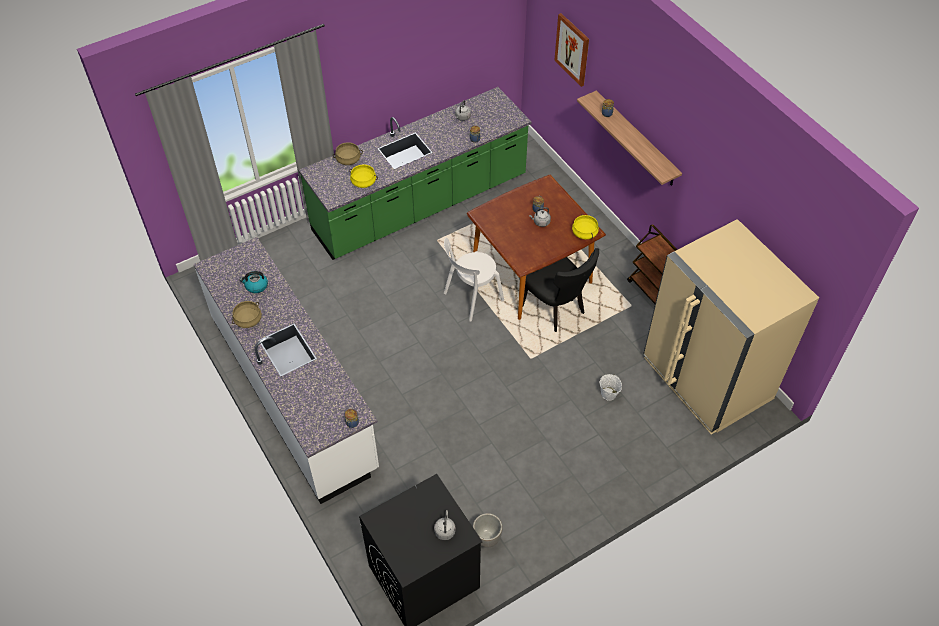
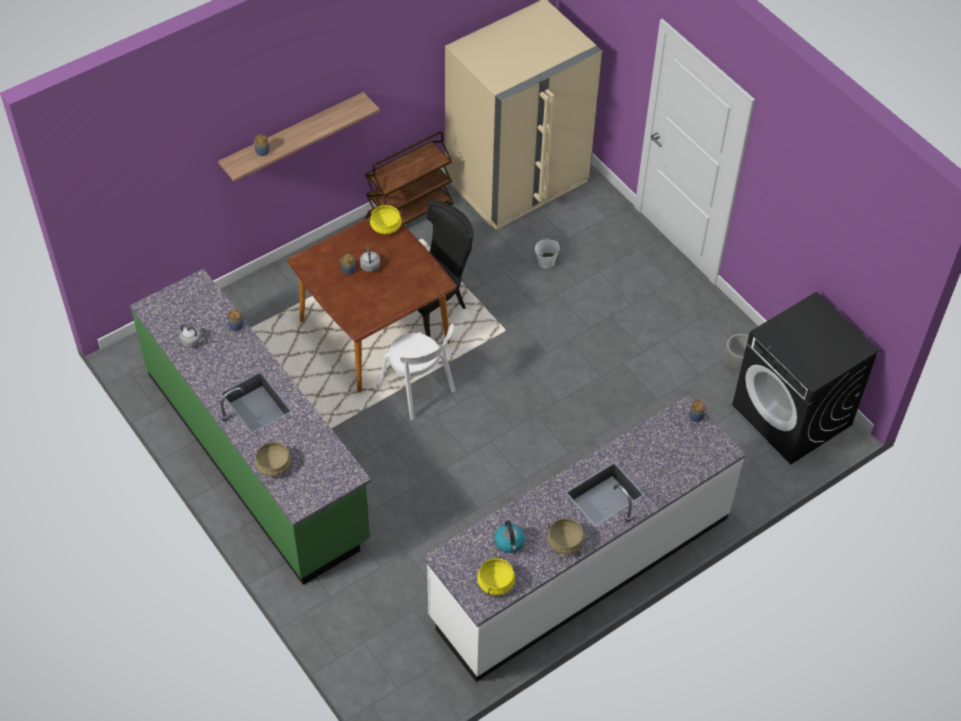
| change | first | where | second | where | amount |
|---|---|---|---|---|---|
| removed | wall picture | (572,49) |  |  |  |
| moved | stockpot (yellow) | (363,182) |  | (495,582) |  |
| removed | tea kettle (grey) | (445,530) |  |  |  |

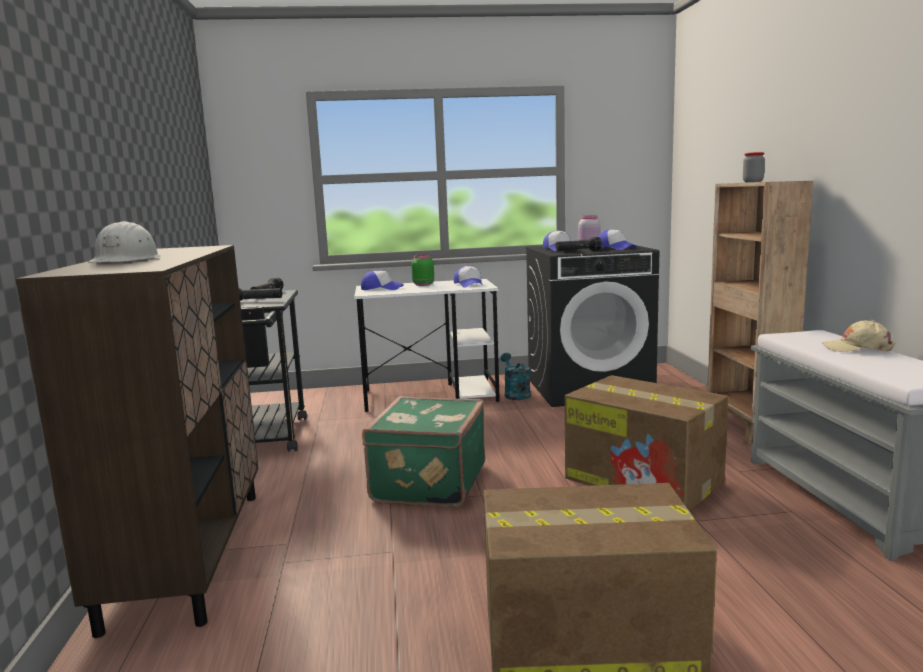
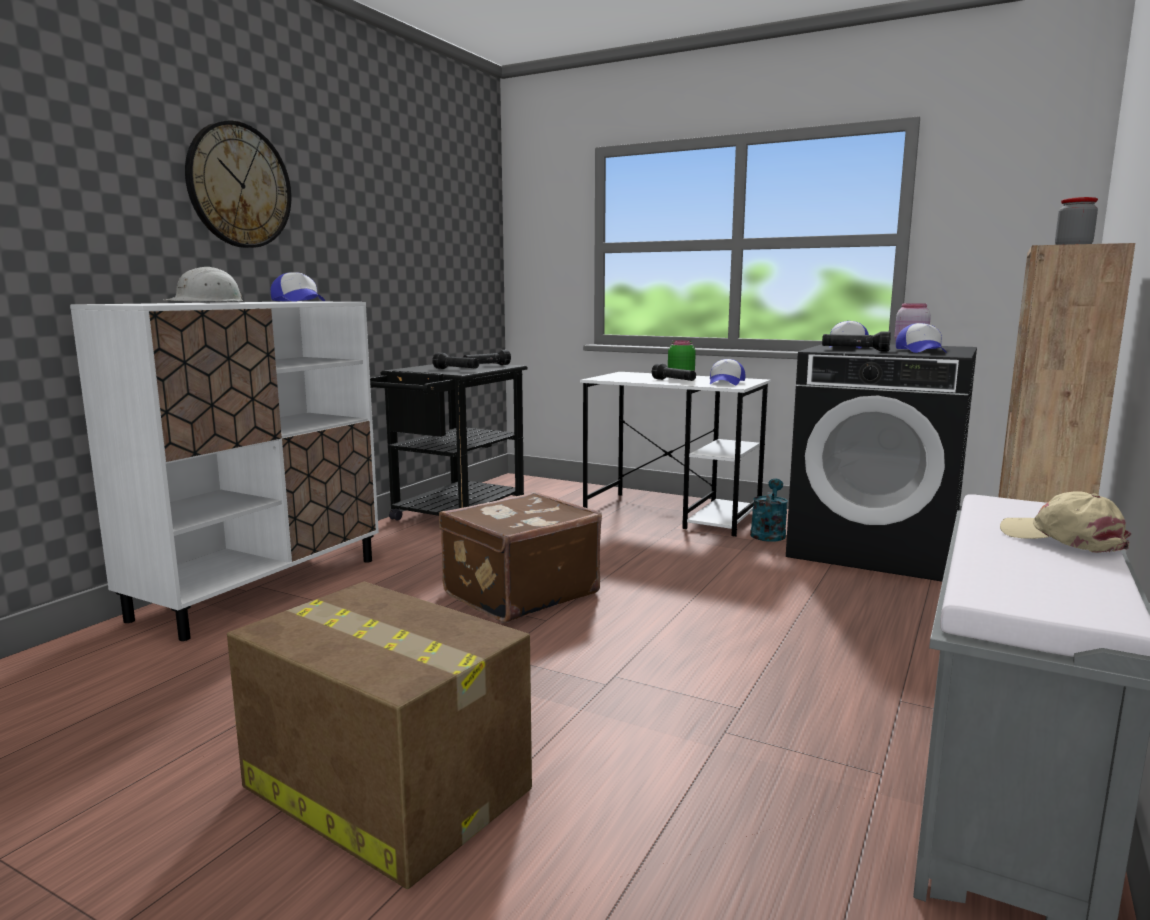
| change | first | where | second | where | amount |
|---|---|---|---|---|---|
| recoloured | cupboard (brown) | (189,554) | cupboard (whitish) | (261,587) |  |
| moved | peaked cap | (381,289) |  | (299,301) |  |
| removed | cardboard box | (645,480) |  |  |  |
| recoloured | piece of luggage (green-coloured) | (427,483) | piece of luggage (brown) | (518,593) |  |
| added |  |  | clock on the wall | (239,185) |  |
| added |  |  | torch (black-coloured) | (674,381) |  |

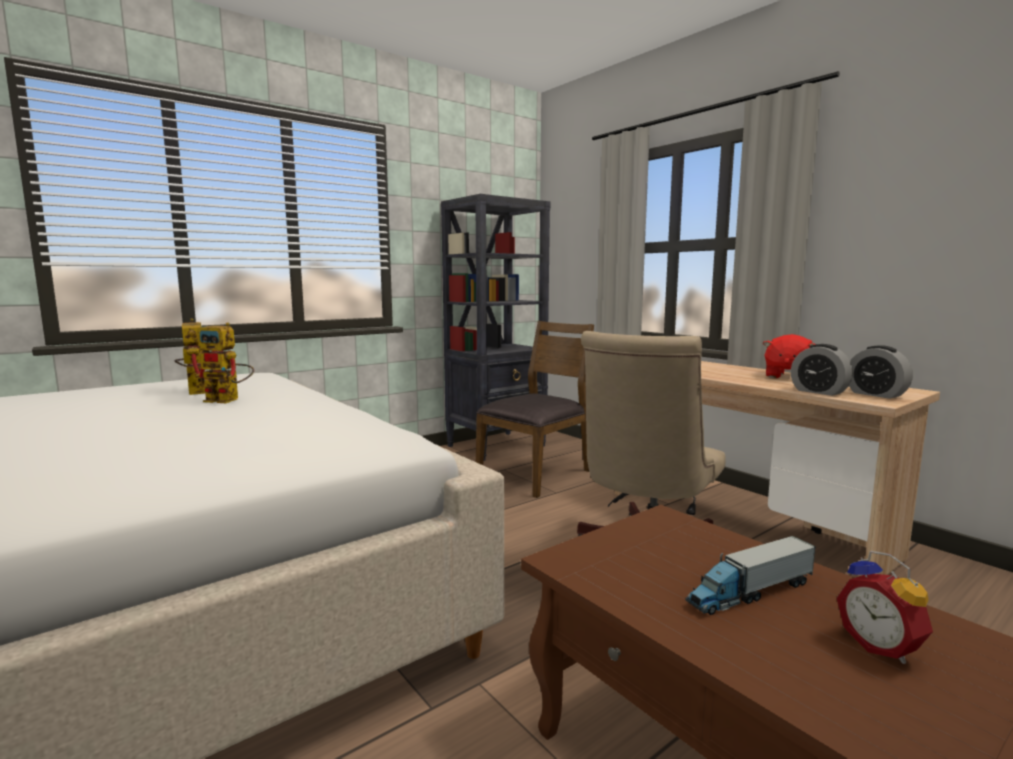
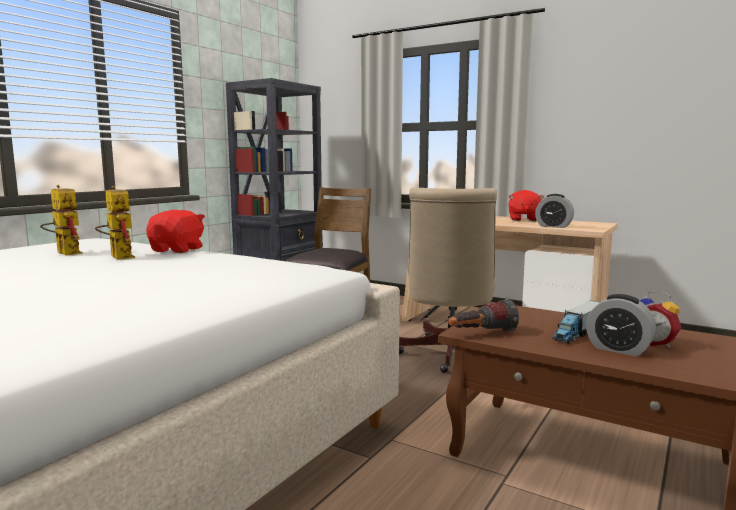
| change | first | where | second | where | amount |
|---|---|---|---|---|---|
| turned | toy robot | (229,400) |  | (118,256) | 120 degrees counterclockwise |
| moved | table clock | (876,394) |  | (618,349) |  |
| added |  |  | soft toy (red) | (178,250) |  |
| added |  |  | torch | (481,334) |  |

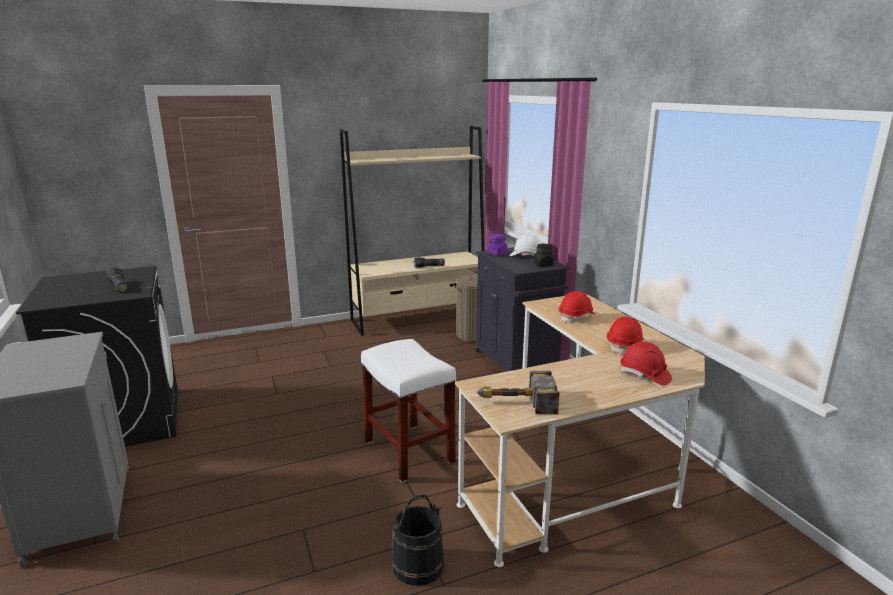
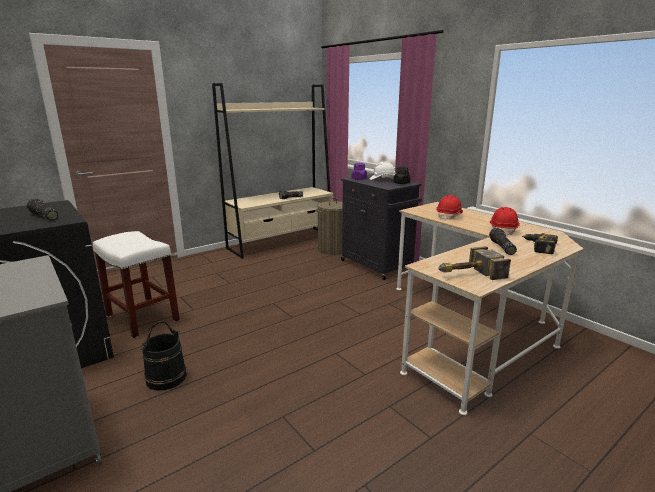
| change | first | where | second | where | amount |
|---|---|---|---|---|---|
| moved | sitting stool (whitish) | (408,451) |  | (141,318) |  |
| replaced | safety helmet (red) | (644,375) | power drill | (538,247) |  |
| moved | bucket (black-coloured) | (418,565) |  | (166,378) |  |
| added |  |  | torch | (501,247) |  |

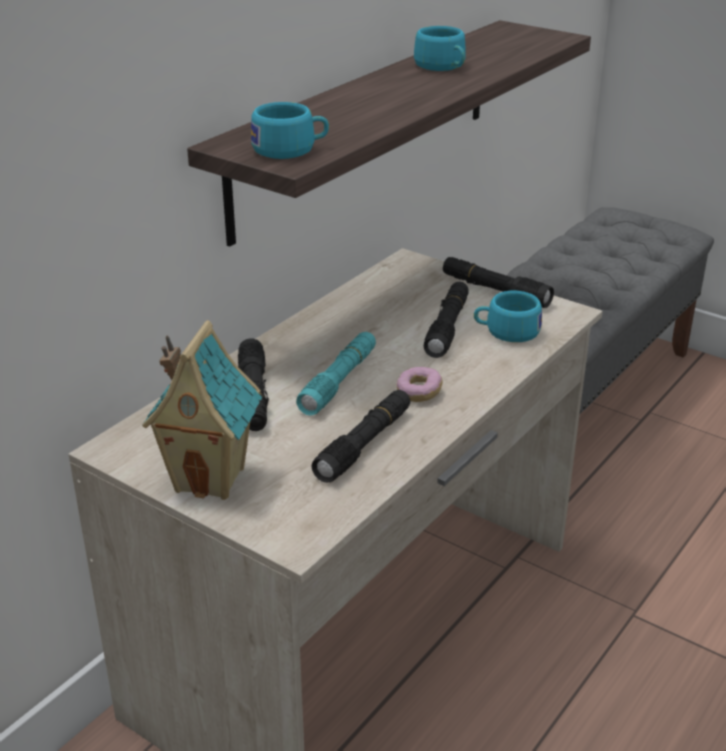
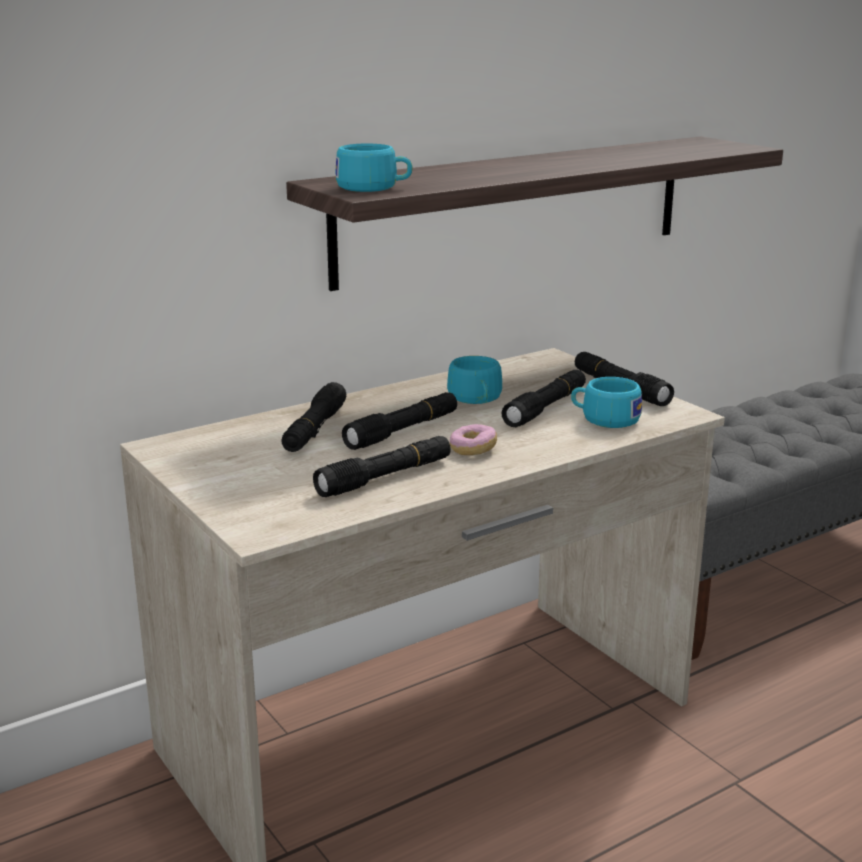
| change | first | where | second | where | amount |
|---|---|---|---|---|---|
| moved | cup (turquoise) | (443,67) |  | (476,399) |  |
| removed | toy house | (211,478) |  |  |  |
| recoloured | torch (turquoise) | (339,382) | torch (black-coloured) | (402,431) |  |

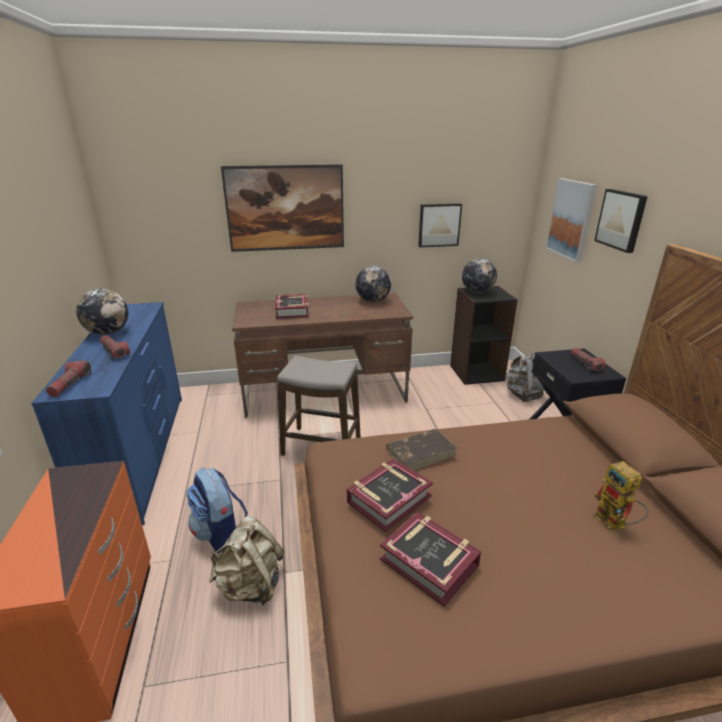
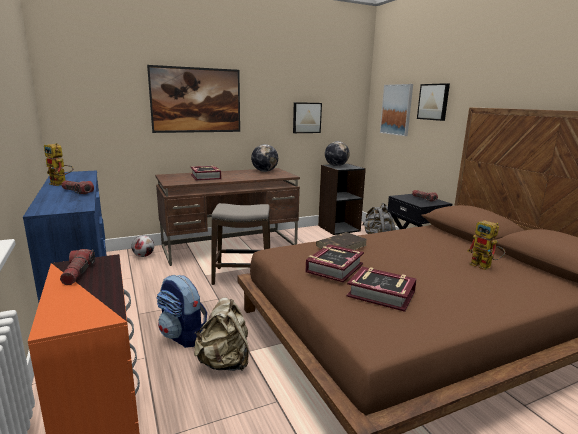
| change | first | where | second | where | amount |
|---|---|---|---|---|---|
| replaced | globe | (108,333) | toy robot | (61,184) |  |
| moved | torch | (70,384) |  | (78,273) |  |
| added |  |  | football | (144,256) |  |

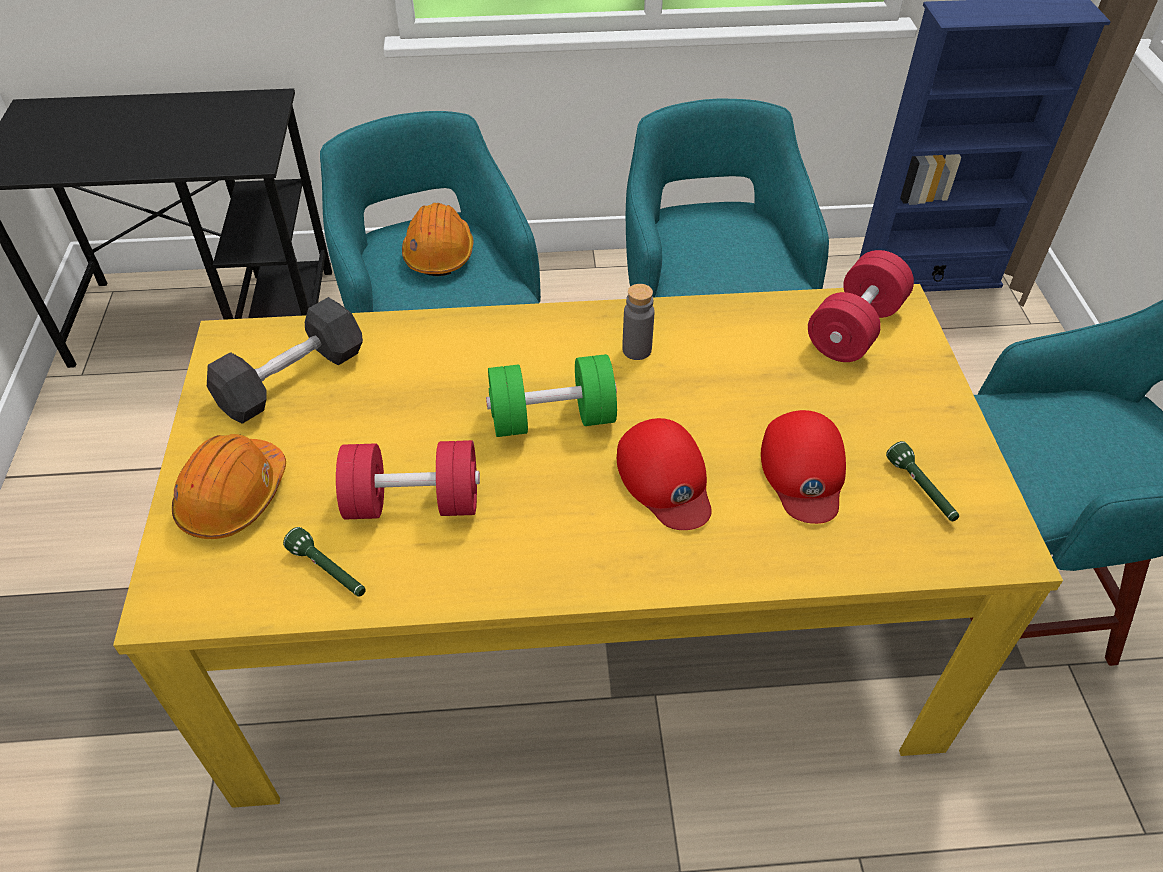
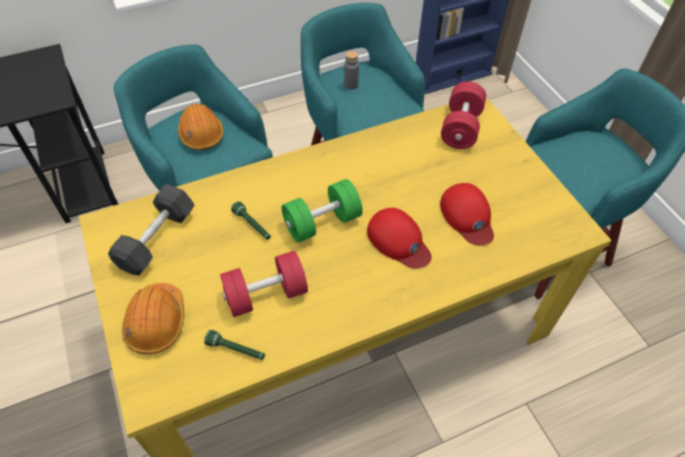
| change | first | where | second | where | amount |
|---|---|---|---|---|---|
| moved | bottle (grey) | (637,350) |  | (351,85) |  |
| moved | torch (green-coloured) | (921,490) |  | (252,225) |  |

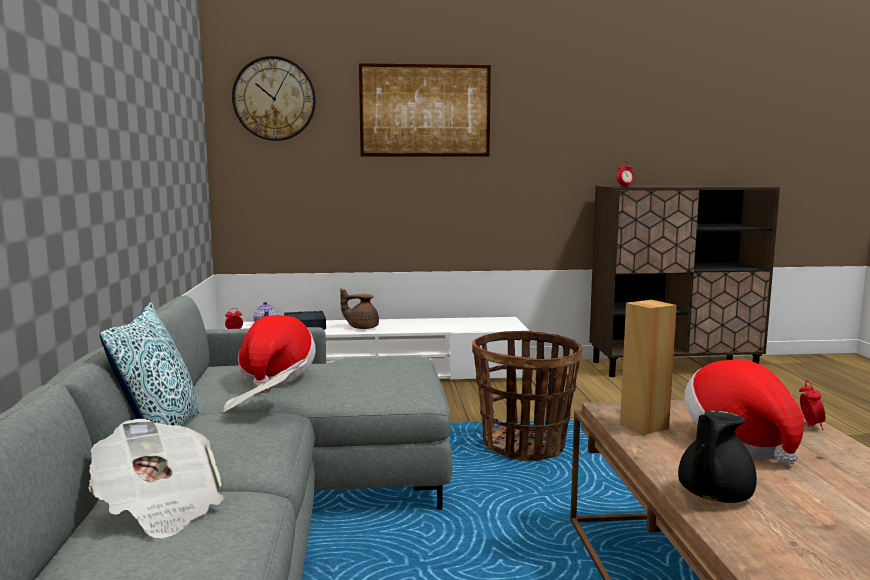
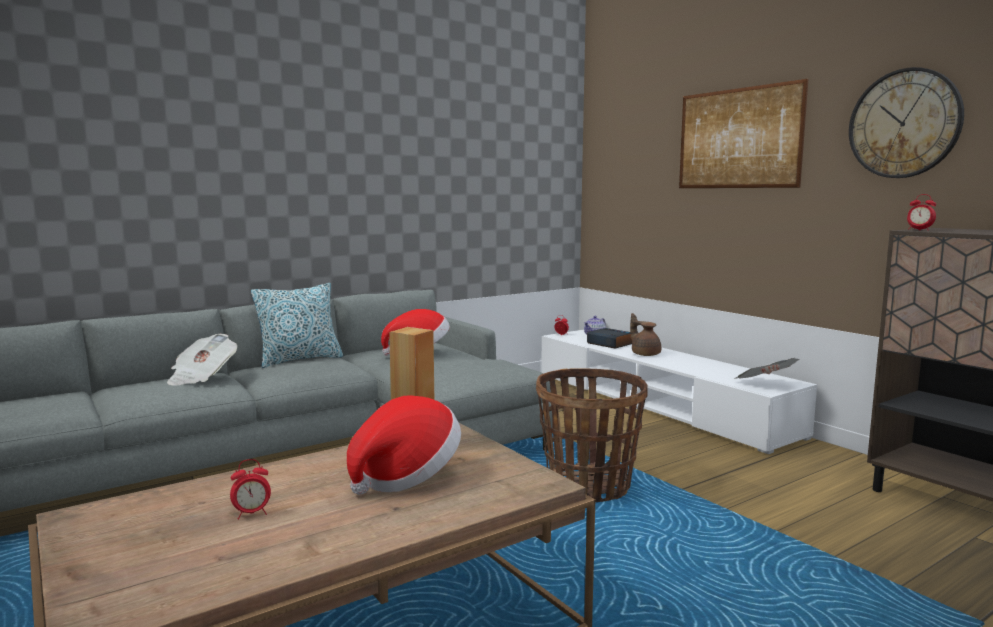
| change | first | where | second | where | amount |
|---|---|---|---|---|---|
| moved | clock on the wall | (274,99) |  | (904,124) |  |
| moved | printed paper | (263,409) |  | (764,384) |  |
| moved | table clock | (810,426) |  | (252,514) |  |
| removed | tea pot (black-coloured) | (712,494) |  |  |  |

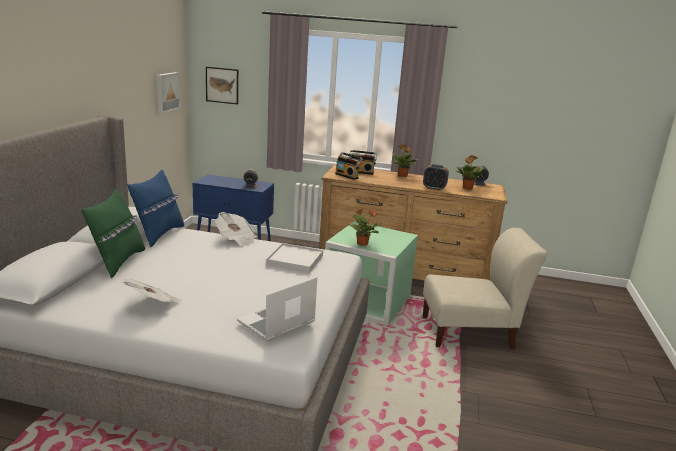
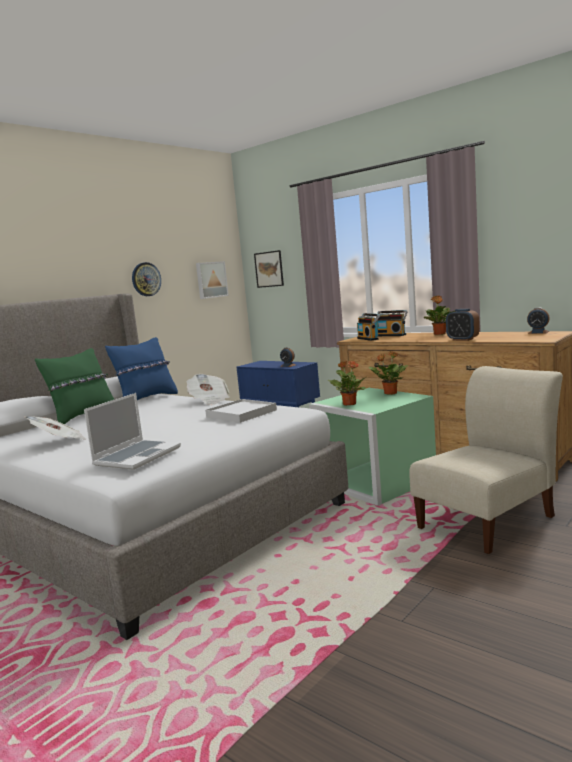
| change | first | where | second | where | amount |
|---|---|---|---|---|---|
| moved | plant in a pot | (467,188) |  | (390,393) |  |
| turned | chair (sand-coloured) | (471,332) |  | (489,520) | 60 degrees counterclockwise |
| turned | notebook computer | (276,323) |  | (137,456) | 135 degrees clockwise |
| added |  |  | clock on the wall | (146,279) |  |

